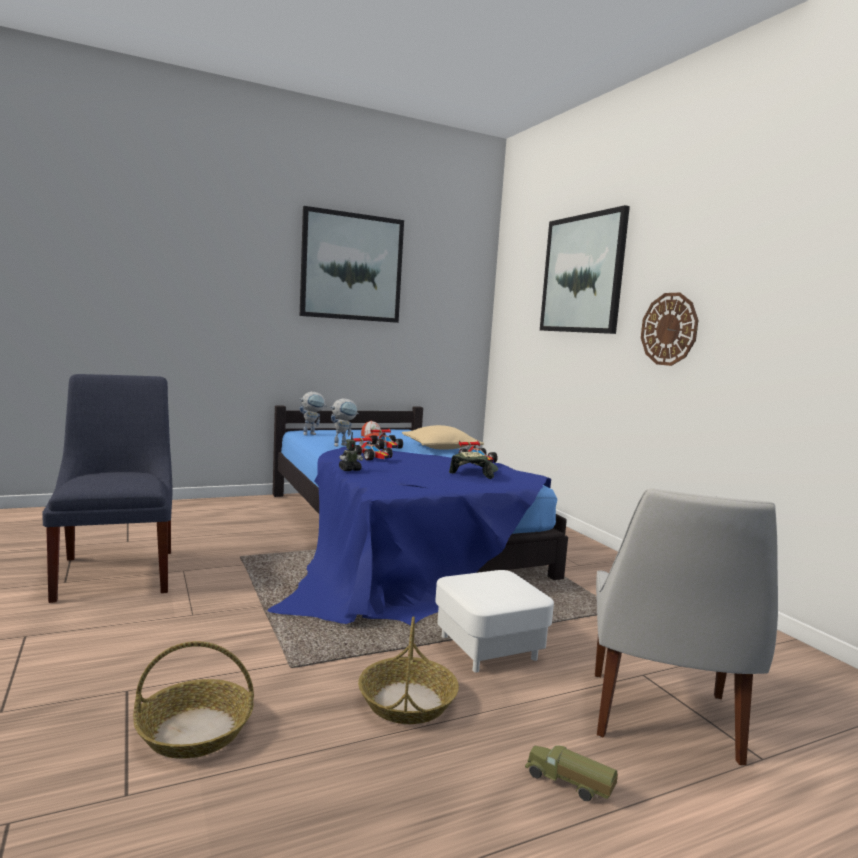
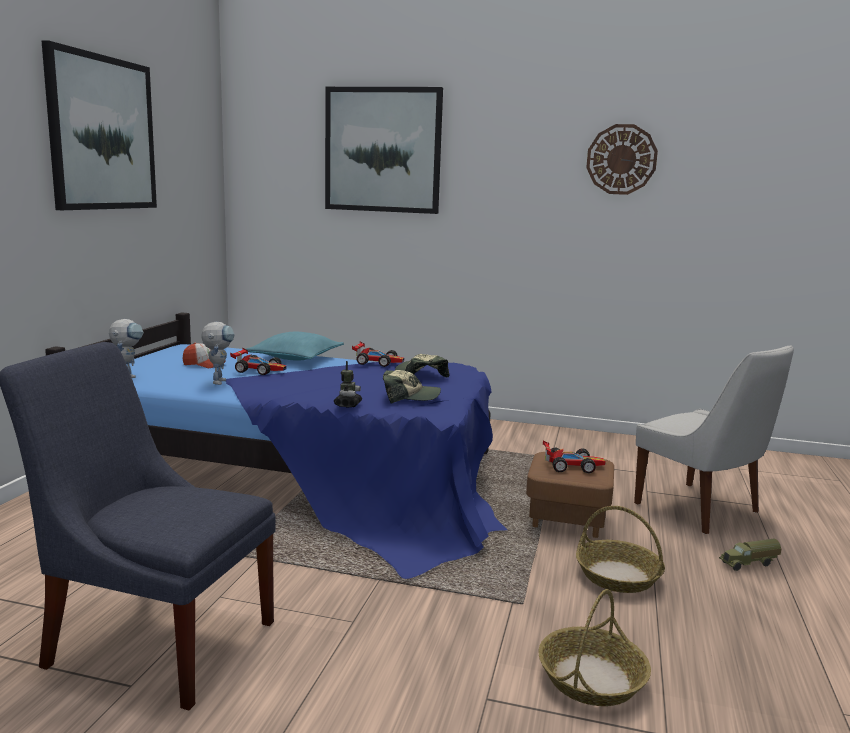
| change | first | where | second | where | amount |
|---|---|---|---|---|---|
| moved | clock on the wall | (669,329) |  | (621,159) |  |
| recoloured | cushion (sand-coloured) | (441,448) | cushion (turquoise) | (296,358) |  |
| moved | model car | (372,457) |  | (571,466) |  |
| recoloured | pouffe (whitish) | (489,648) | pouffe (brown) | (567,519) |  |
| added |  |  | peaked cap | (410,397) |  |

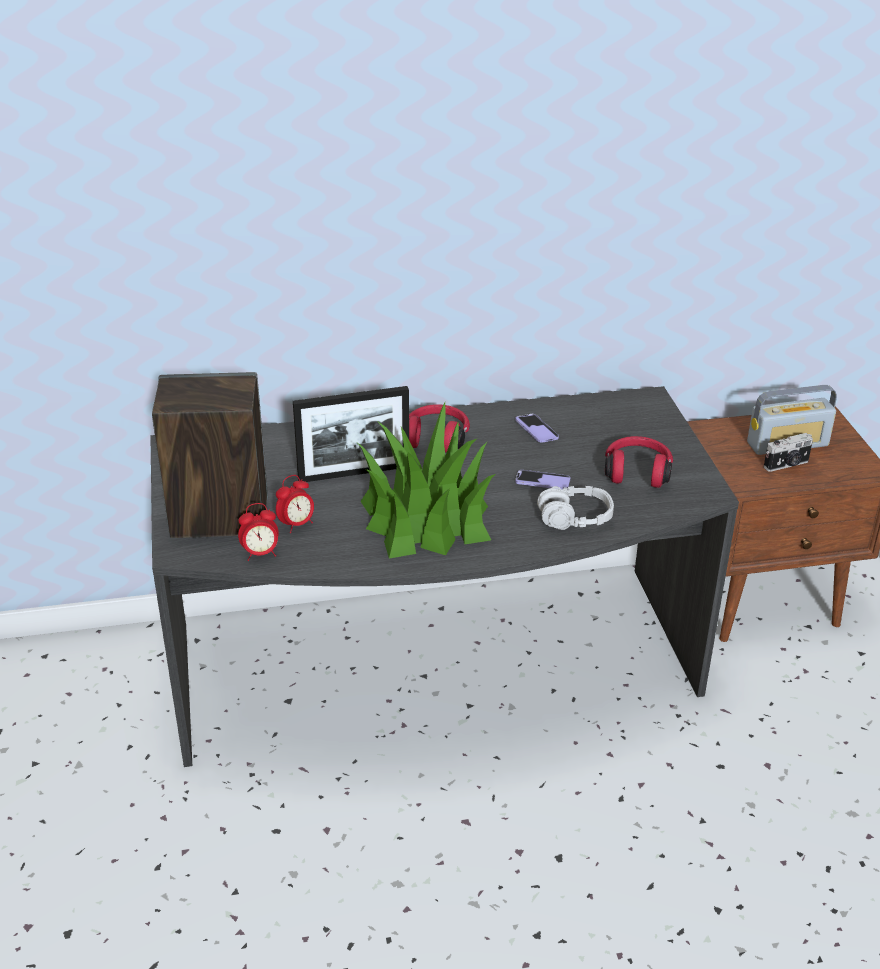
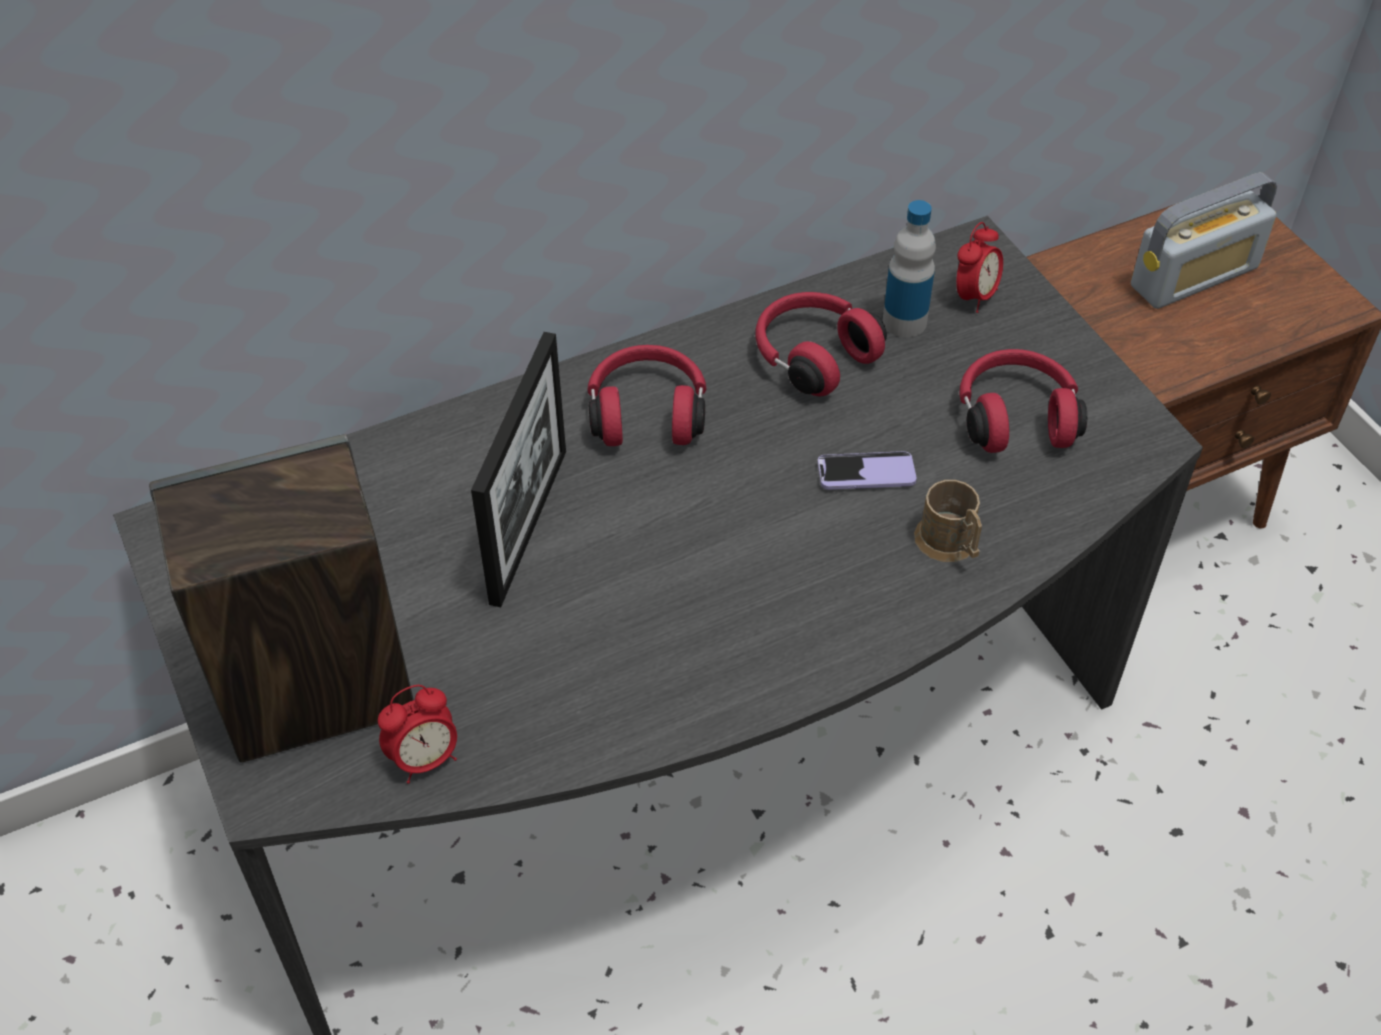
| change | first | where | second | where | amount |
|---|---|---|---|---|---|
| turned | picture frame | (354,473) |  | (529,525) | 45 degrees counterclockwise |
| removed | plant in a pot | (426,519) |  |  |  |
| replaced | phone | (536,429) | pair of headphones (red) | (812,356) |  |
| removed | photo camera | (787,465) |  |  |  |
| moved | table clock | (296,524) |  | (975,296) |  |
| replaced | pair of headphones (grey) | (575,518) | mug (brown) | (950,544) |  |
| added |  |  | bottle | (904,321) |  |

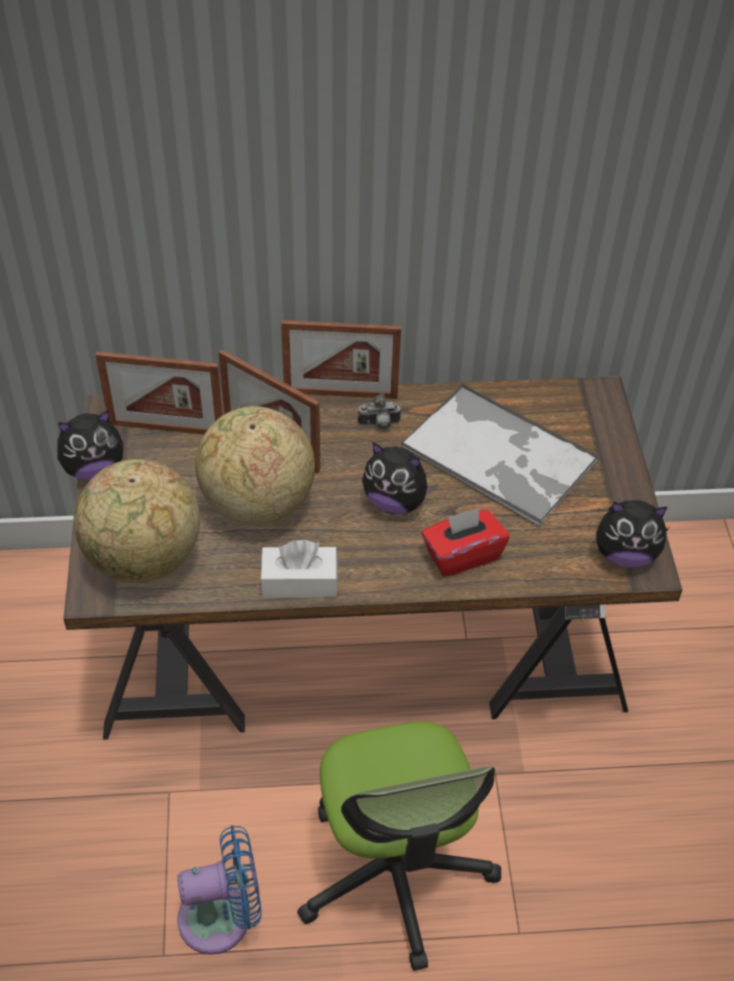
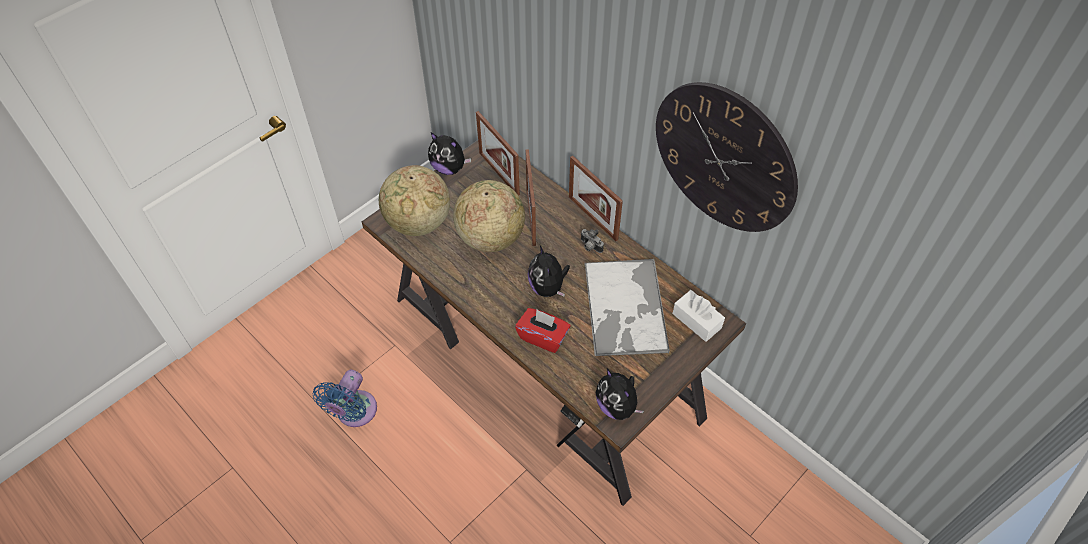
| change | first | where | second | where | amount |
|---|---|---|---|---|---|
| moved | box of tissues (whitish) | (299,582) |  | (696,321) |  |
| removed | office chair | (395,872) |  |  |  |
| turned | fan (bluish) | (222,917) |  | (354,413) | 75 degrees clockwise |
| added |  |  | clock on the wall | (724,158) |  |

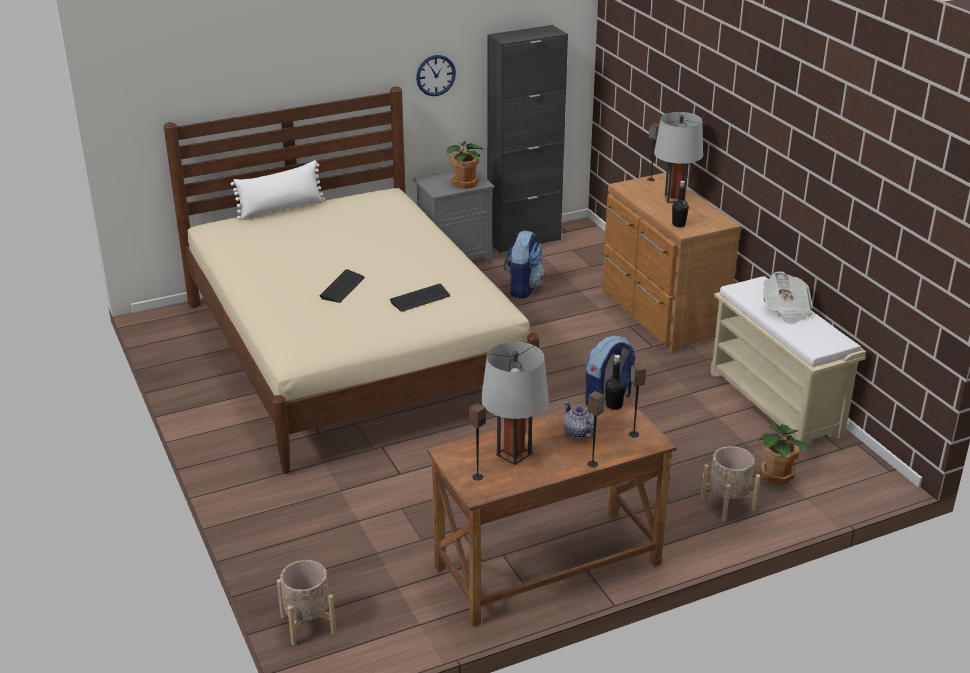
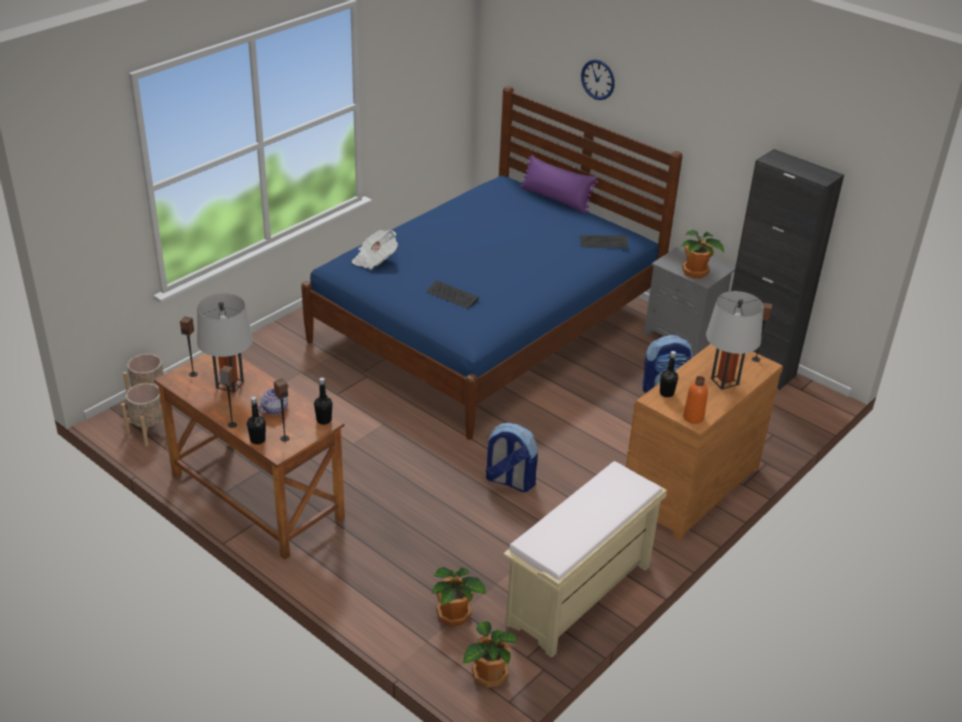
| change | first | where | second | where | amount |
|---|---|---|---|---|---|
| moved | clock on the wall | (435,75) |  | (598,79) |  |
| recoloured | sleeping bed (sand-coloured) | (352,352) | sleeping bed (bluish) | (486,326) |  |
| recoloured | cushion (whitish) | (281,209) | cushion (purplish) | (556,199) |  |
| moved | PC keyboard | (342,287) |  | (603,242) |  |
| moved | printed paper | (786,310) |  | (374,260) |  |
| moved | flower pot (sand-coloured) | (728,504) |  | (149,431) |  |
| added |  |  | bottle (orange-coloured) | (693,417) |  |
| added |  |  | bottle (black-coloured) | (257,440) |  |
| added |  |  | plant in a pot | (488,675) |  |

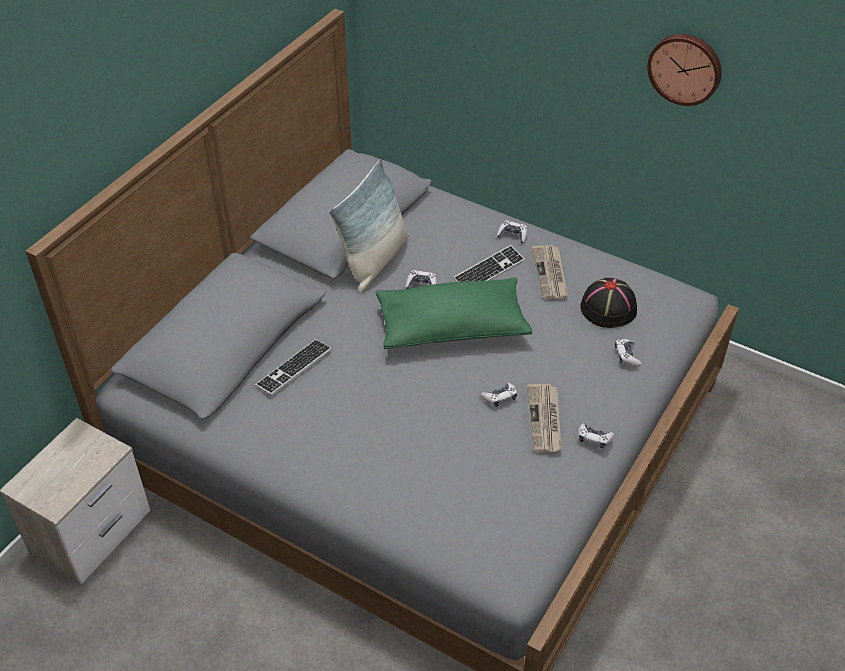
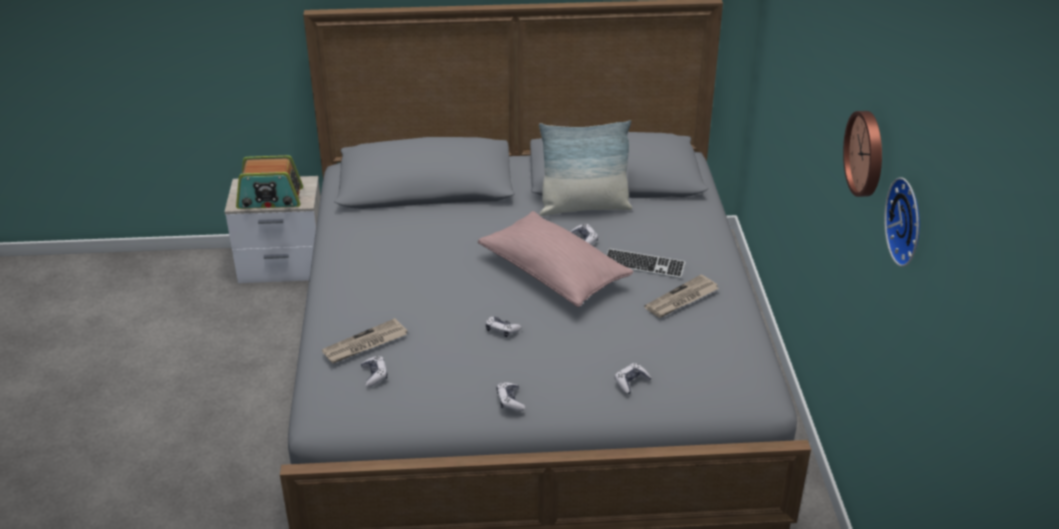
| change | first | where | second | where | amount |
|---|---|---|---|---|---|
| moved | gamepad | (512,235) |  | (374,375) |  |
| recoloured | cushion (green-coloured) | (452,327) | cushion (pinkish) | (554,274) |  |
| removed | hat (black-coloured) | (609,308) |  |  |  |
| removed | PC keyboard | (294,368) |  |  |  |
| moved | printed paper | (545,420) |  | (365,344) |  |
| added |  |  | radio receiver | (270,199) |  |
| added |  |  | clock on the wall | (908,221) |  |

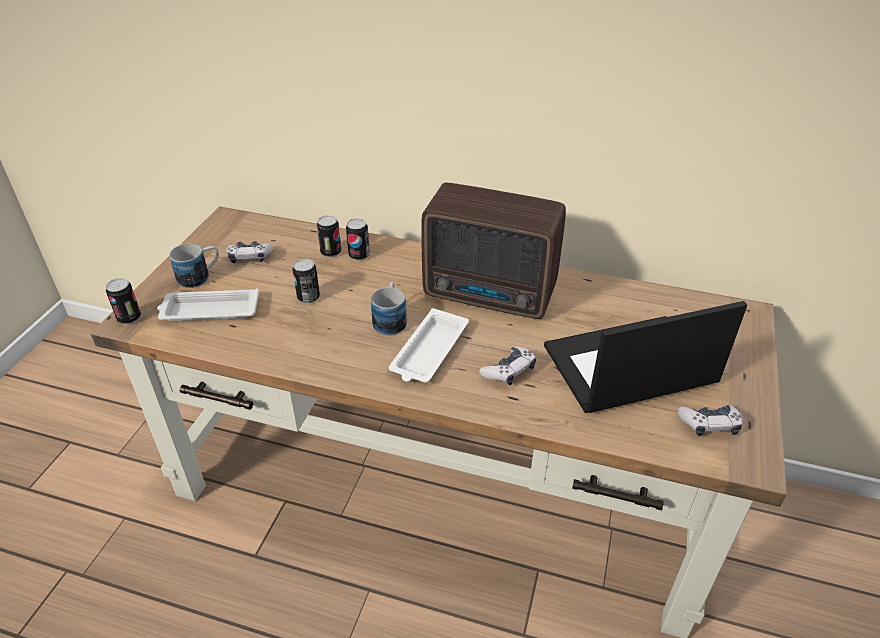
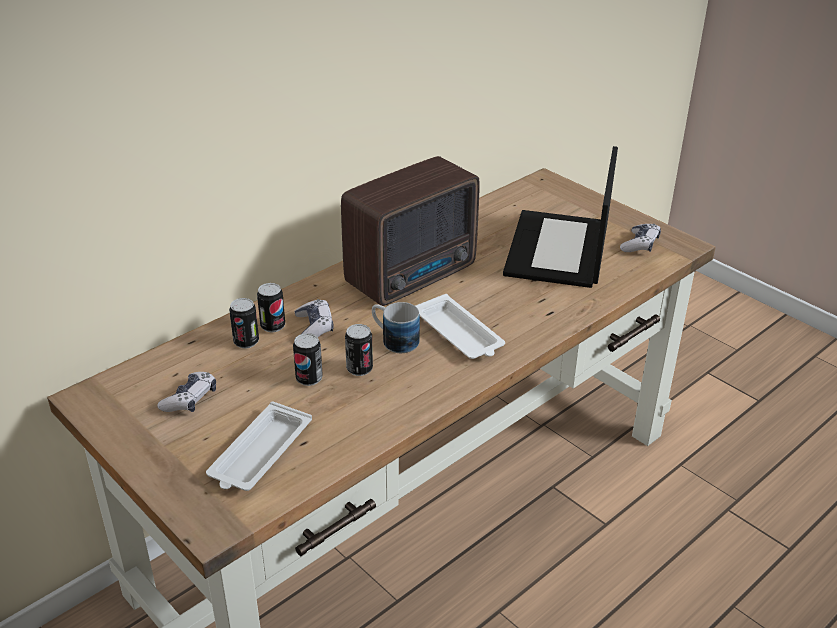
| change | first | where | second | where | amount |
|---|---|---|---|---|---|
| removed | mug | (200,276) |  |  |  |
| moved | can | (129,318) |  | (359,369) |  |
| moved | gamepad | (509,371) |  | (314,327) |  |

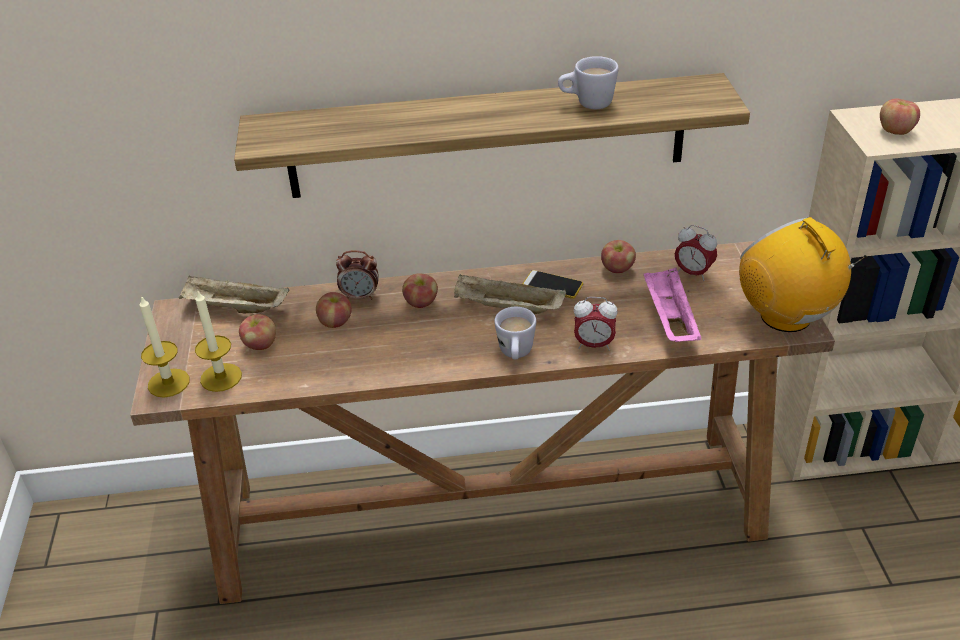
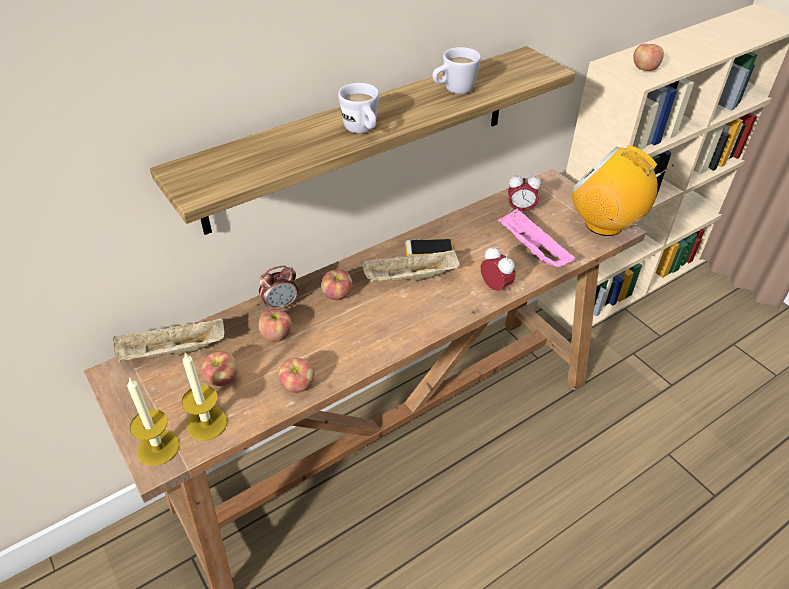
| change | first | where | second | where | amount |
|---|---|---|---|---|---|
| moved | apple | (617,269) |  | (298,385) |  |
| turned | table clock | (594,345) |  | (495,287) | 105 degrees counterclockwise |
| moved | mug (whitish) | (515,355) |  | (362,131) |  |

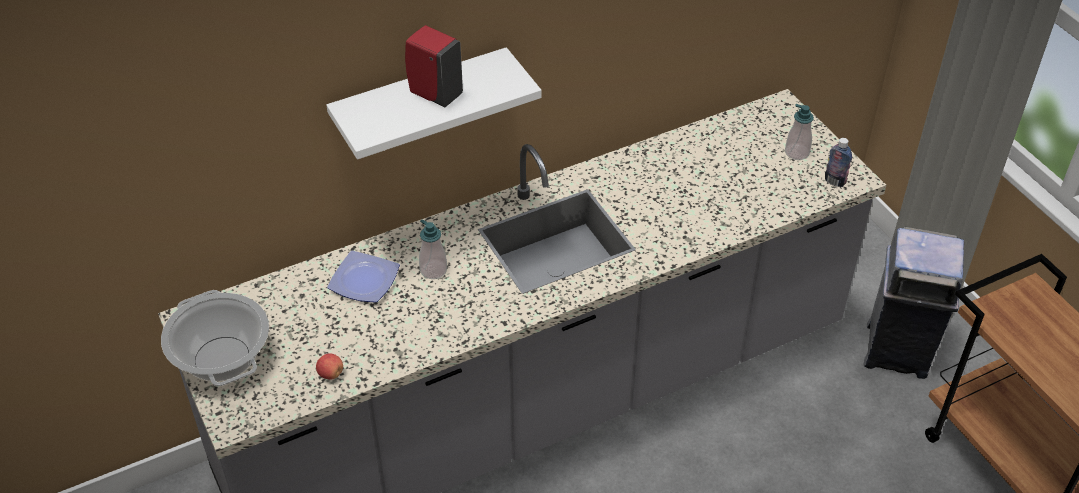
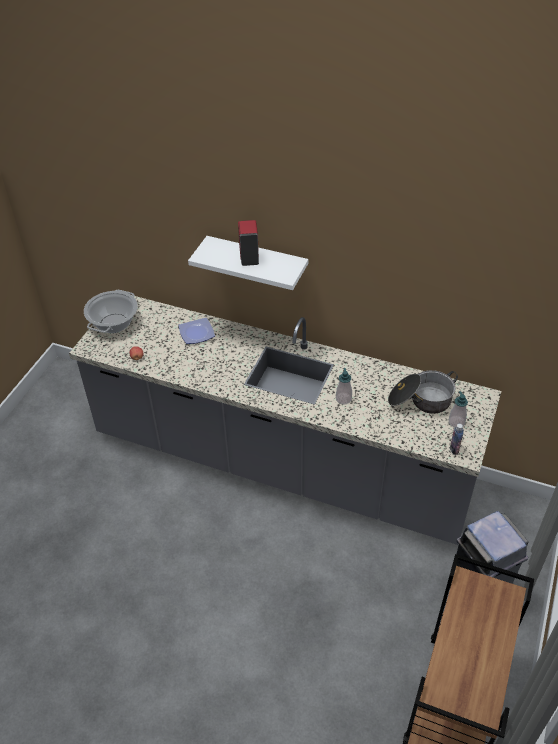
| change | first | where | second | where | amount |
|---|---|---|---|---|---|
| moved | liquid soap bottle | (433,270) |  | (343,399) |  |
| added |  |  | stockpot | (420,400) |  |

